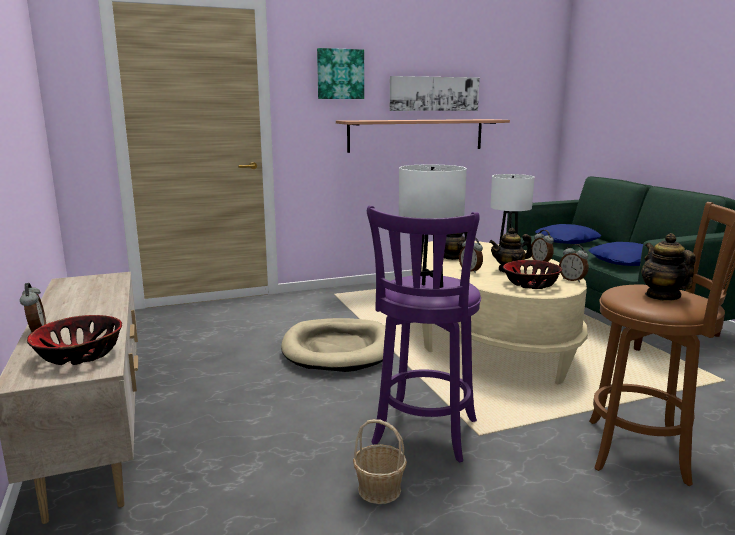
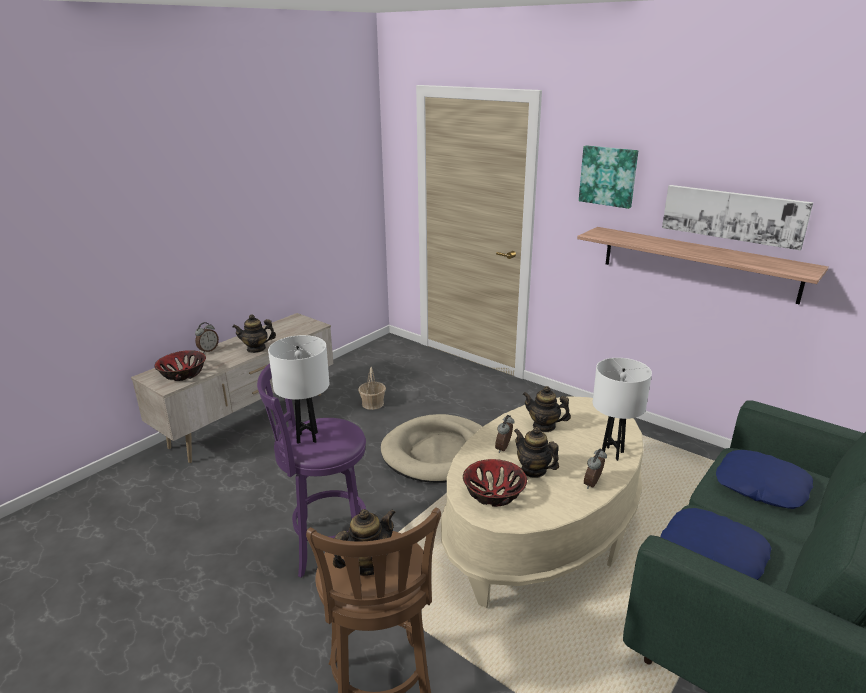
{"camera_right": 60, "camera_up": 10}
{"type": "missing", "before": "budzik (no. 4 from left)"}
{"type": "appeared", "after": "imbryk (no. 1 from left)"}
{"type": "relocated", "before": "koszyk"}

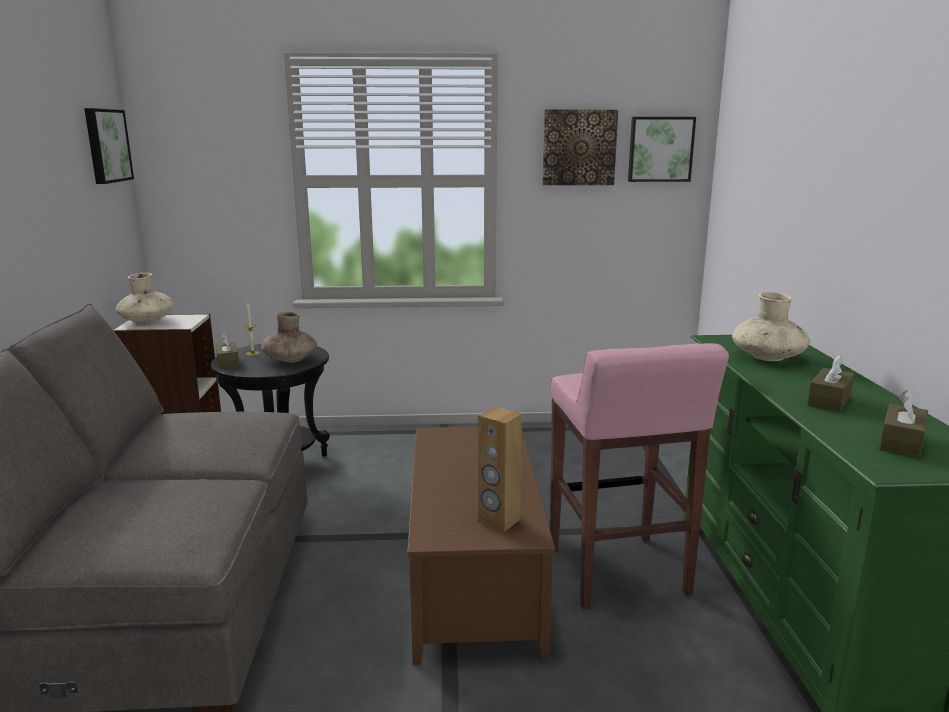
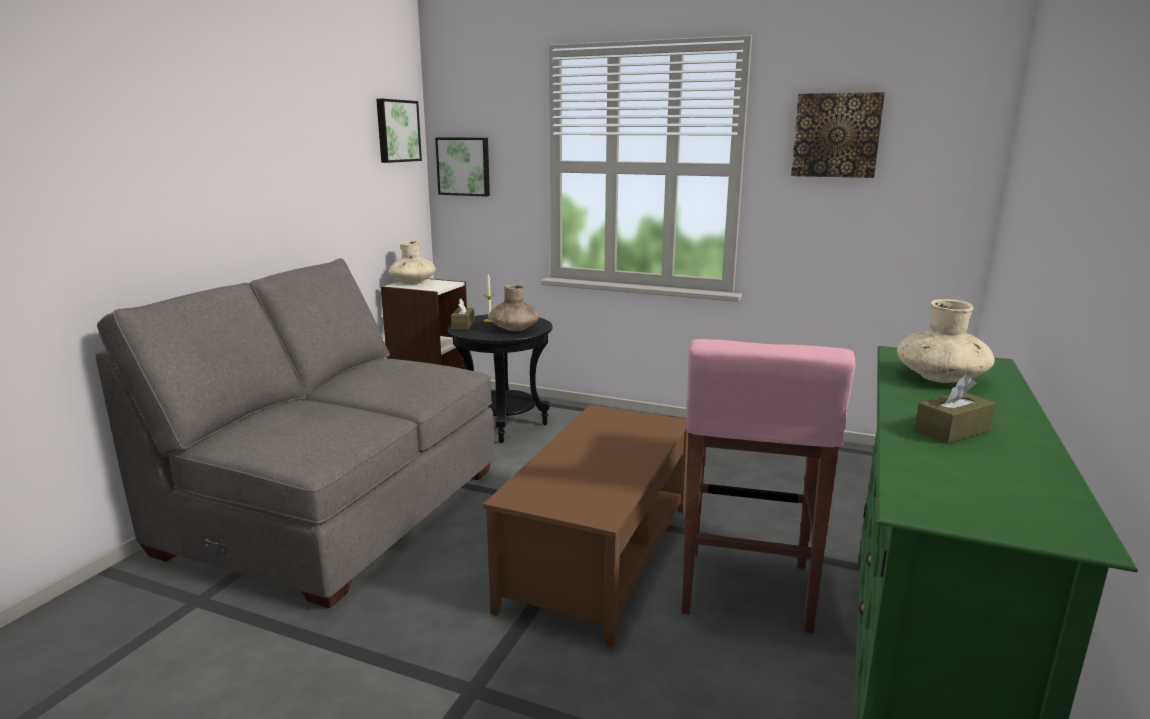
{"camera_right": 25, "camera_up": 0}
{"type": "missing", "before": "głośnik/brązowy"}
{"type": "missing", "before": "pudełko chusteczek/brązowy (no. 3 from left)"}
{"type": "relocated", "before": "obraz (no. 3 from left in the first image)", "after": "obraz (no. 2 from left)"}

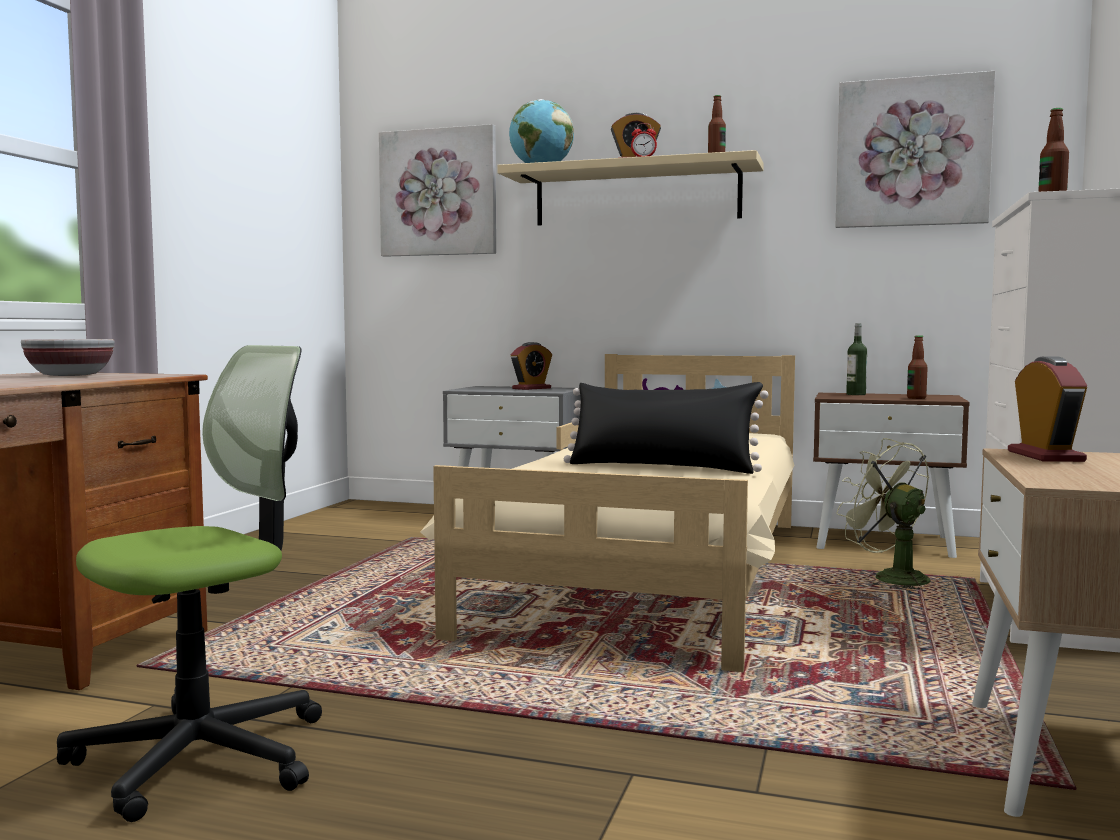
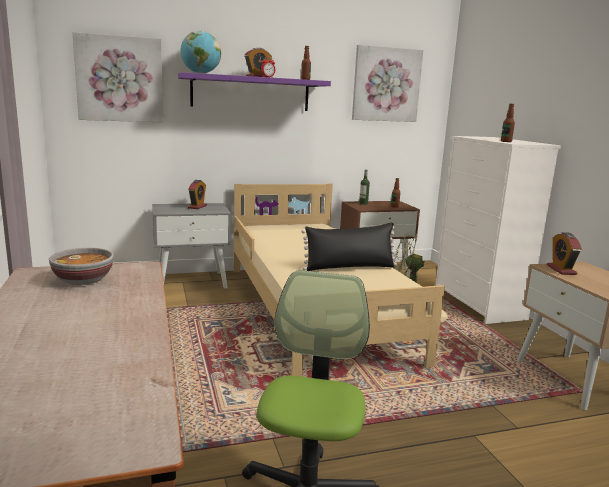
{"camera_right": -35, "camera_up": 10}
{"type": "colour", "before": "półka/beżowy", "after": "półka/fioletowy"}
{"type": "spun", "before": "budzik (no. 4 from left)", "turn": -150}

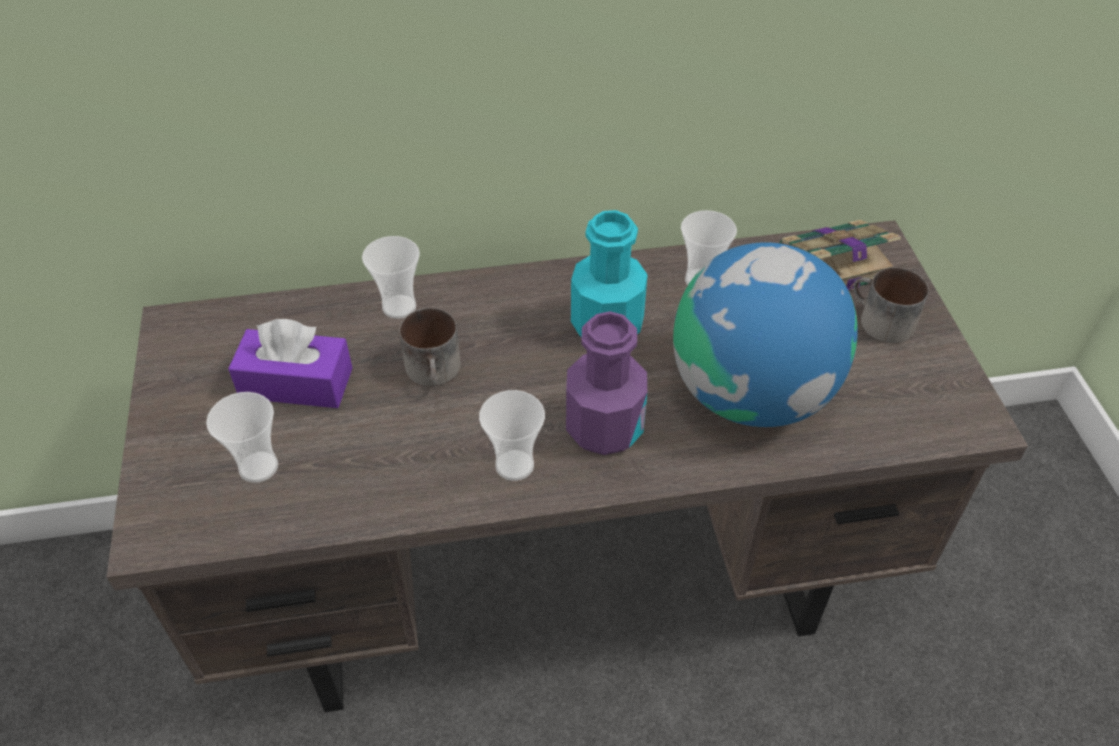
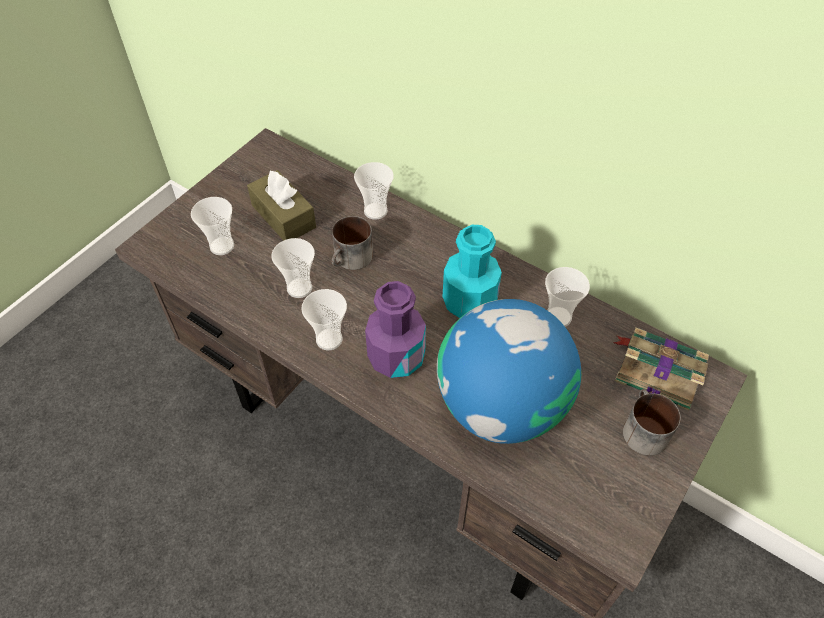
{"camera_right": 45, "camera_up": 5}
{"type": "appeared", "after": "filiżanka (no. 2 from left)"}
{"type": "colour", "before": "pudełko chusteczek/fioletowy", "after": "pudełko chusteczek/brązowy"}

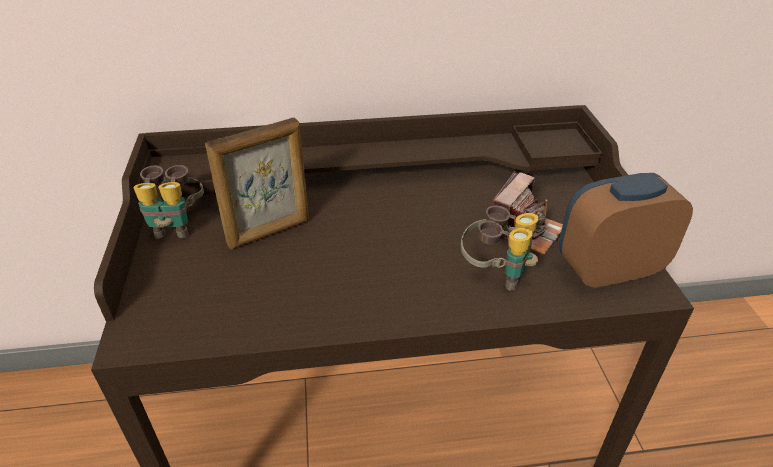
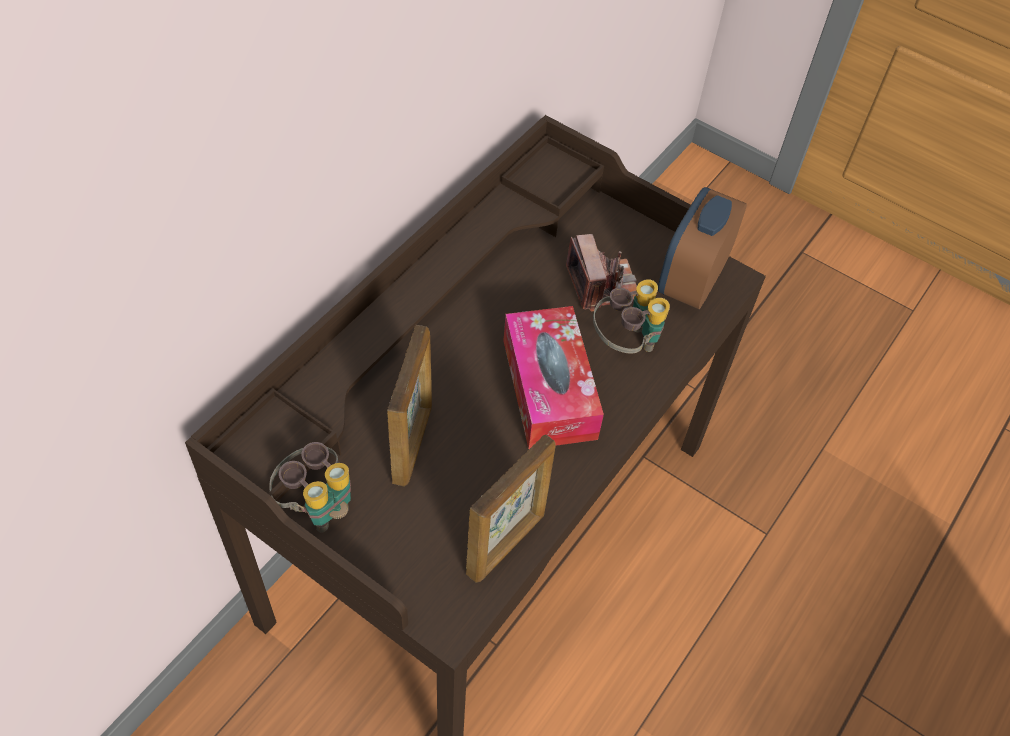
{"camera_right": -50, "camera_up": 15}
{"type": "appeared", "after": "ramka na zdjęcie (no. 2 from left)"}
{"type": "appeared", "after": "pudełko chusteczek"}

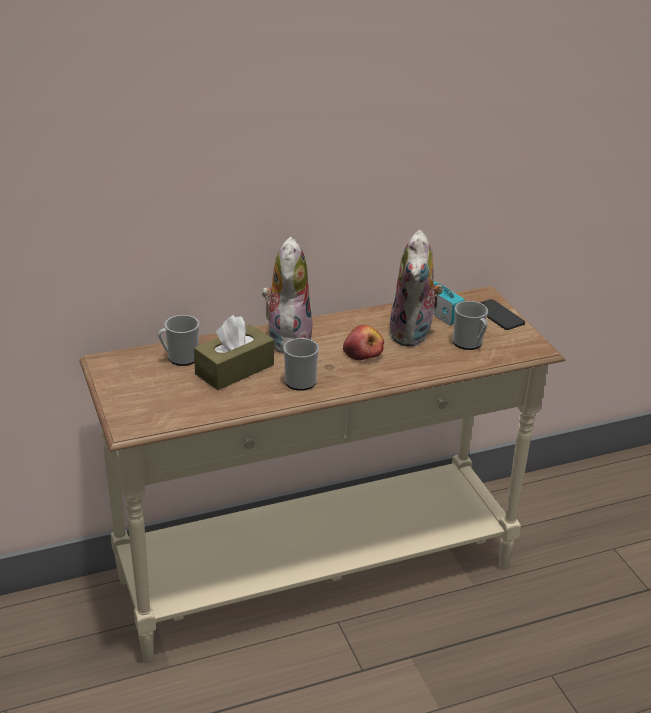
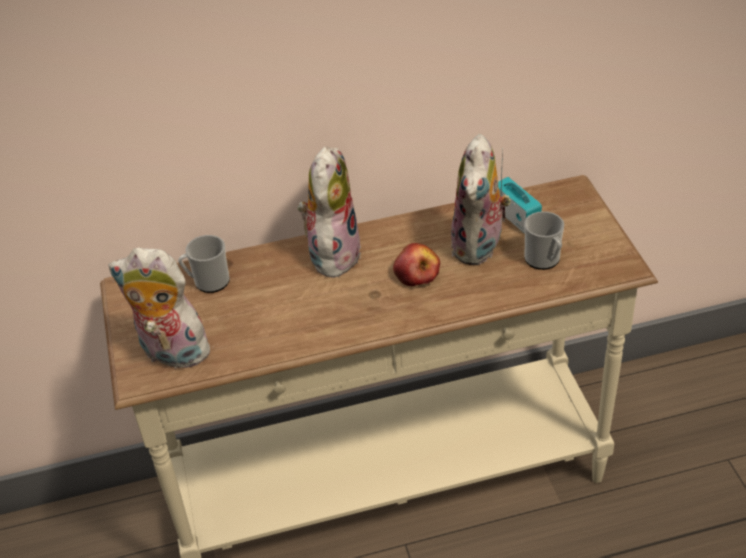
{"camera_right": 10, "camera_up": 10}
{"type": "missing", "before": "pudełko chusteczek/brązowy"}
{"type": "missing", "before": "kubek (no. 2 from left)"}
{"type": "missing", "before": "telefon"}
{"type": "appeared", "after": "pluszak (no. 1 from left)"}

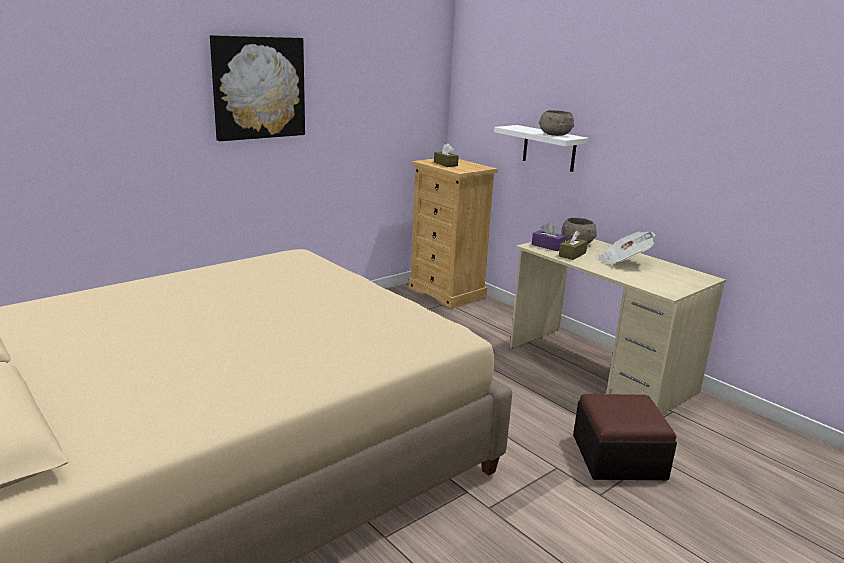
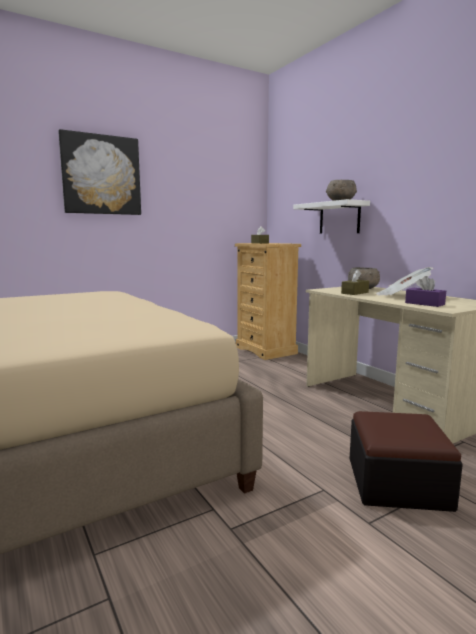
{"camera_right": 10, "camera_up": -10}
{"type": "relocated", "before": "pudełko chusteczek/fioletowy"}

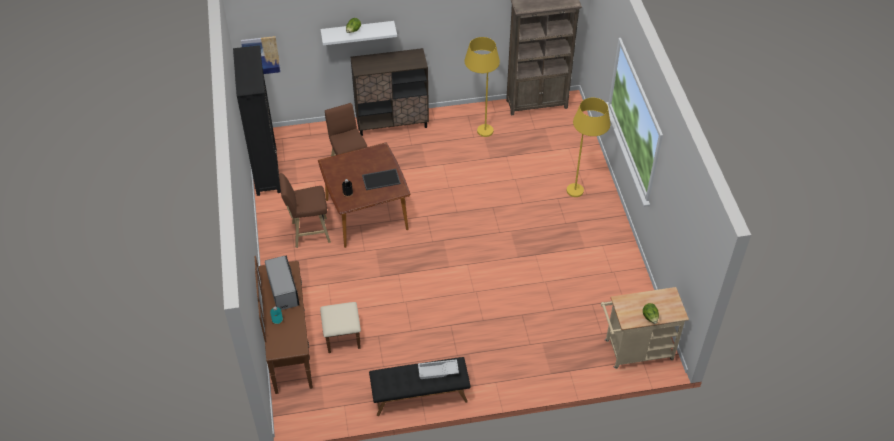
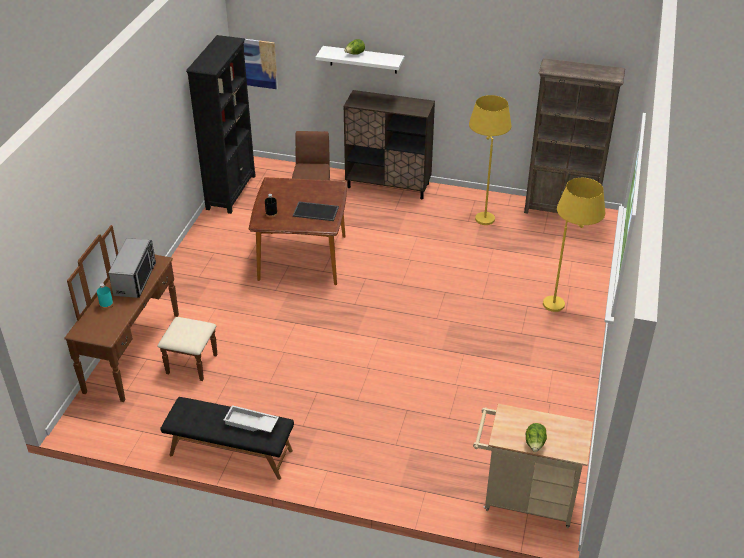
{"camera_right": 25, "camera_up": -10}
{"type": "missing", "before": "stołek/brązowy (no. 1 from left)"}

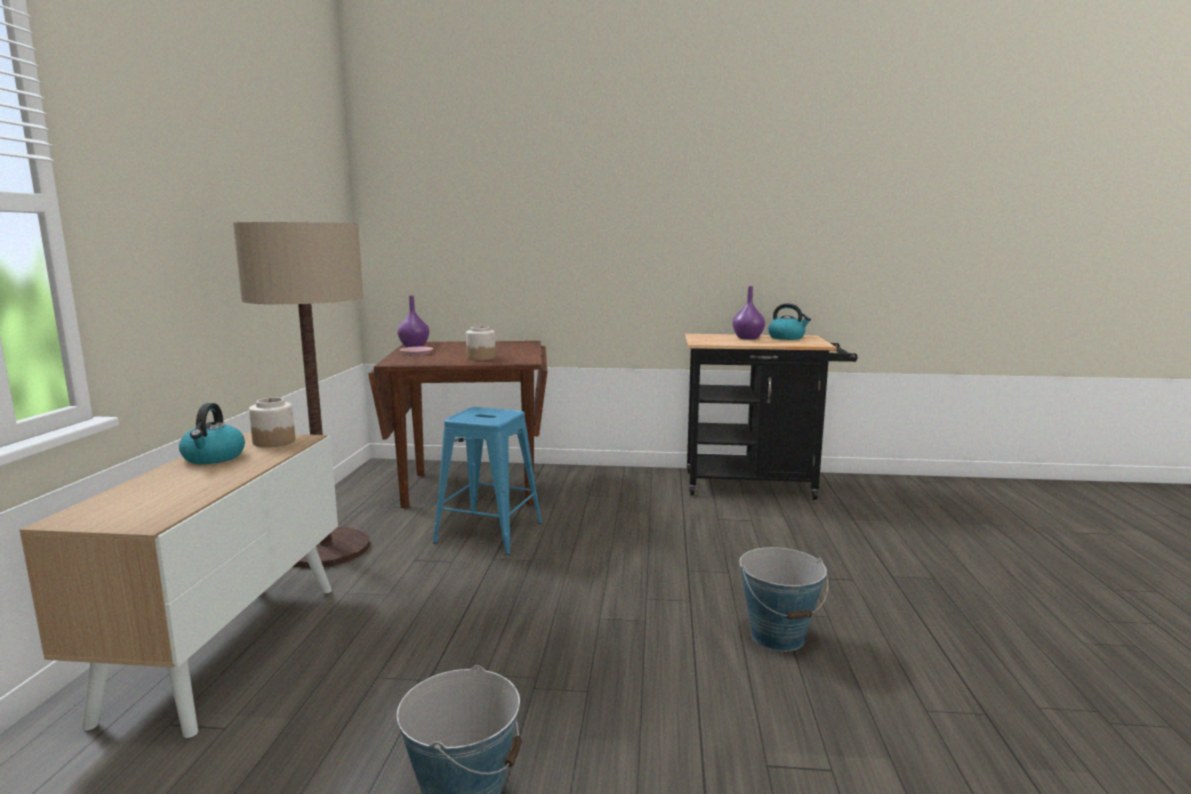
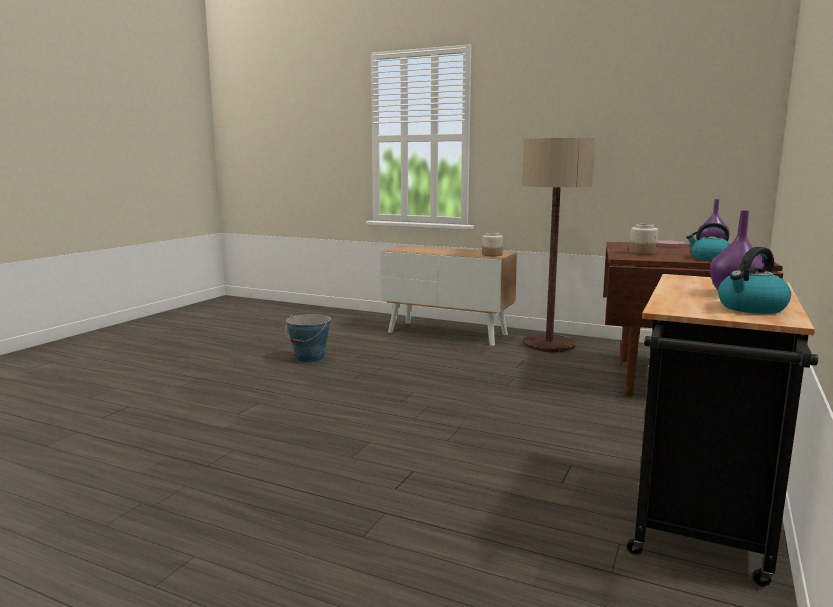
{"camera_right": 110, "camera_up": 0}
{"type": "missing", "before": "stołek/niebieski"}
{"type": "missing", "before": "wiadro (no. 2 from left)"}
{"type": "relocated", "before": "czajnik (no. 1 from left)"}

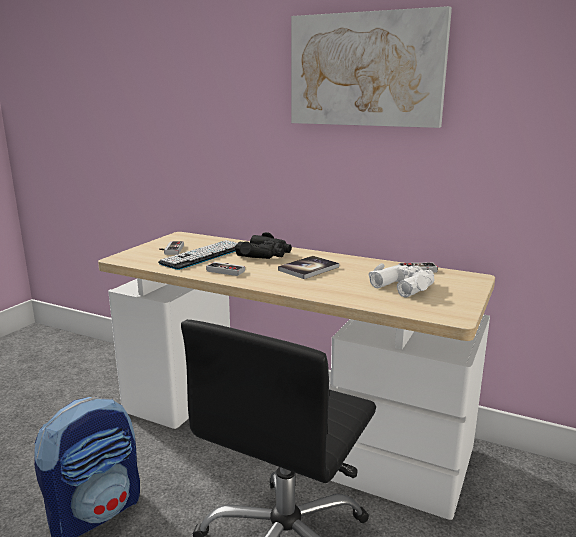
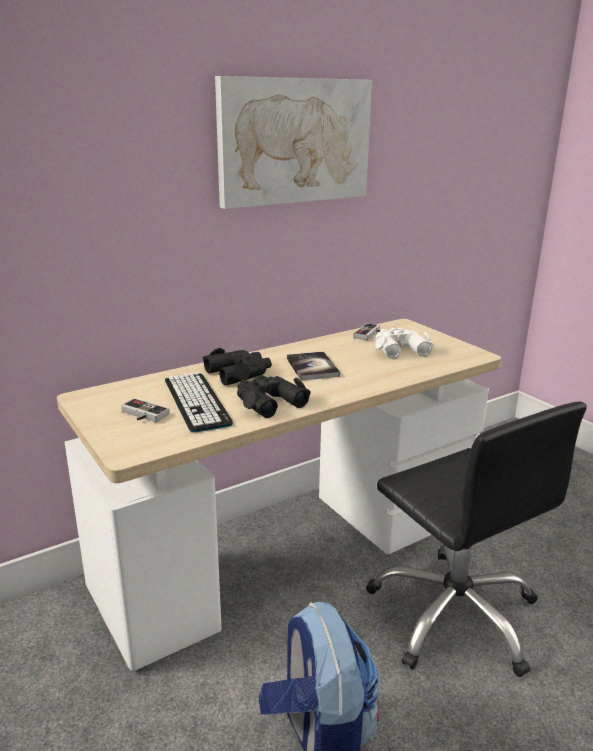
{"camera_right": -60, "camera_up": 5}
{"type": "exchanged", "before": "pad do gier (no. 2 from left)", "after": "lornetka/czarny (no. 2 from left)"}

